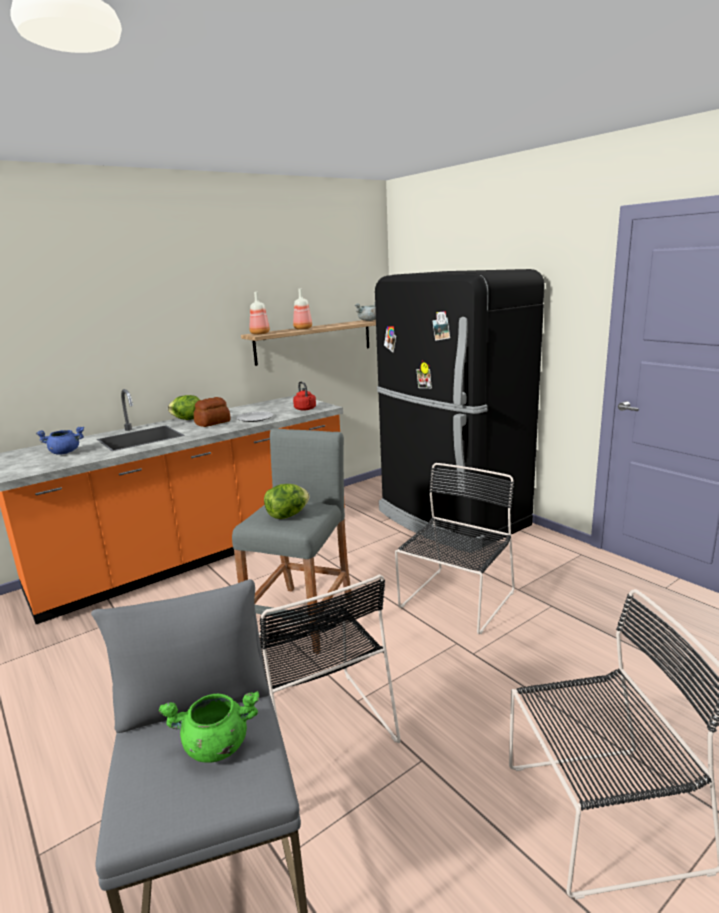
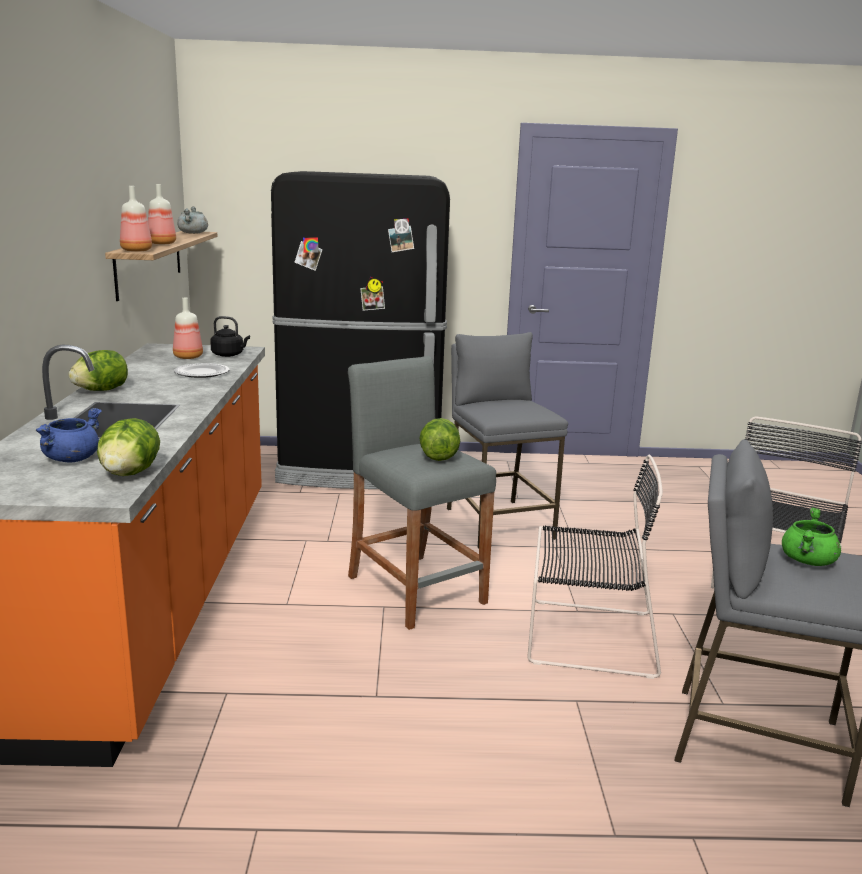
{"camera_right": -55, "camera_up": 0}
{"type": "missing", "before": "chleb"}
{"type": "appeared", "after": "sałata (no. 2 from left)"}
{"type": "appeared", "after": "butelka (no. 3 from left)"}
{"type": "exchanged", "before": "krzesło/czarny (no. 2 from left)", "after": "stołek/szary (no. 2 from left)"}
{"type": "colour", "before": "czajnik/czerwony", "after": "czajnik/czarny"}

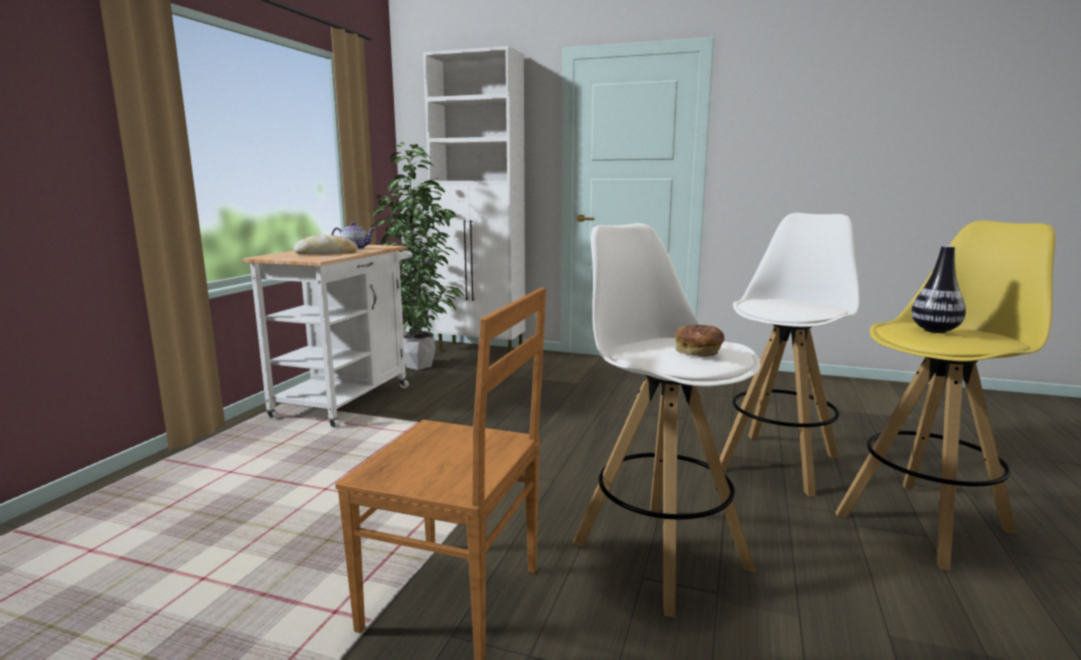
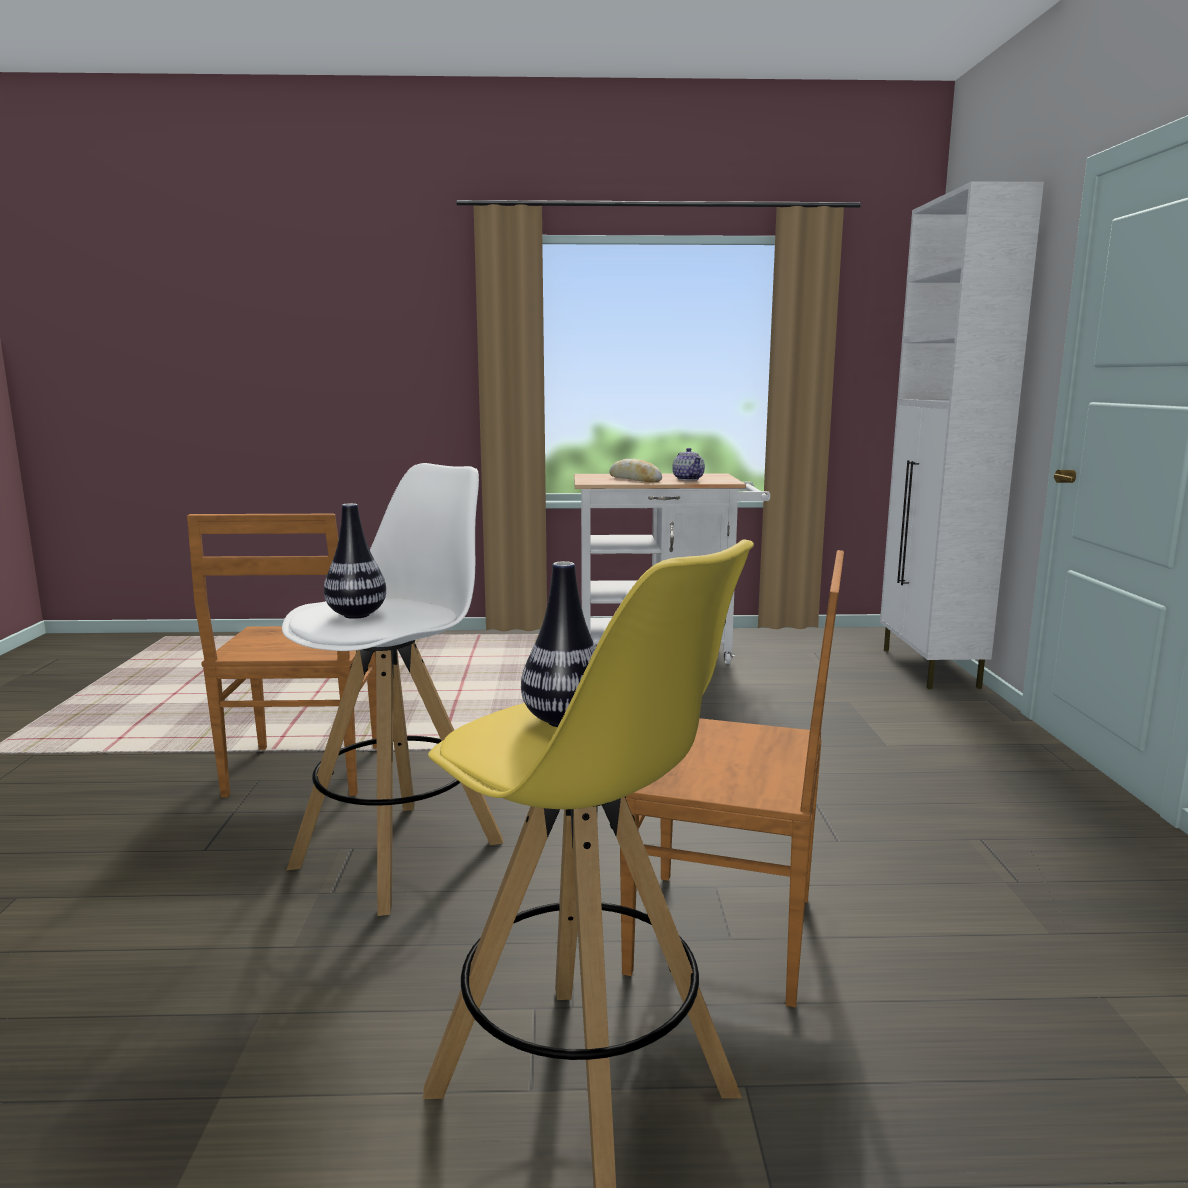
{"camera_right": 70, "camera_up": 0}
{"type": "missing", "before": "roślina doniczkowa"}
{"type": "exchanged", "before": "chleb (no. 2 from left)", "after": "wazon (no. 1 from left)"}
{"type": "exchanged", "before": "stołek/biały (no. 2 from left)", "after": "krzesło/brązowy (no. 2 from left)"}

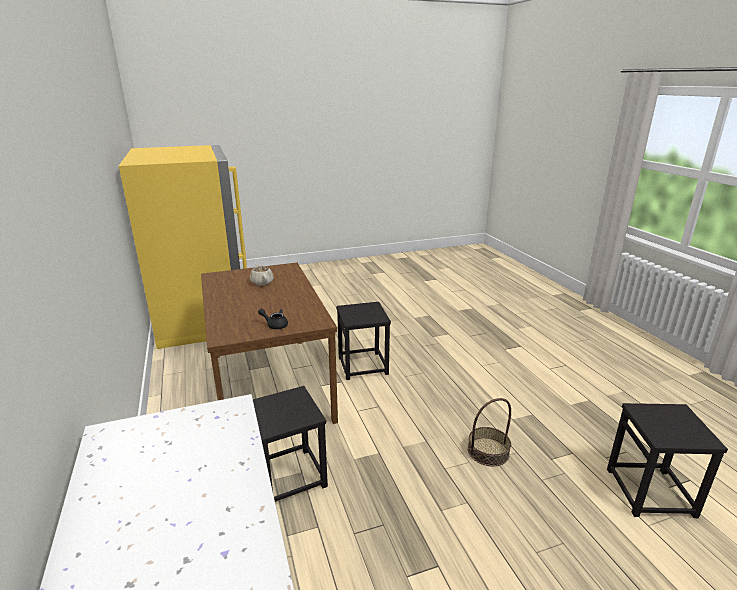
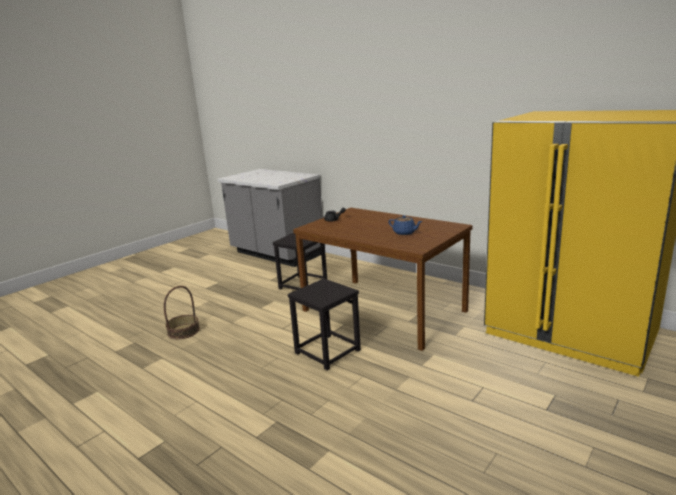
{"camera_right": 150, "camera_up": -5}
{"type": "missing", "before": "stołek/czarny (no. 3 from left)"}
{"type": "colour", "before": "imbryk/beżowy", "after": "imbryk/niebieski"}

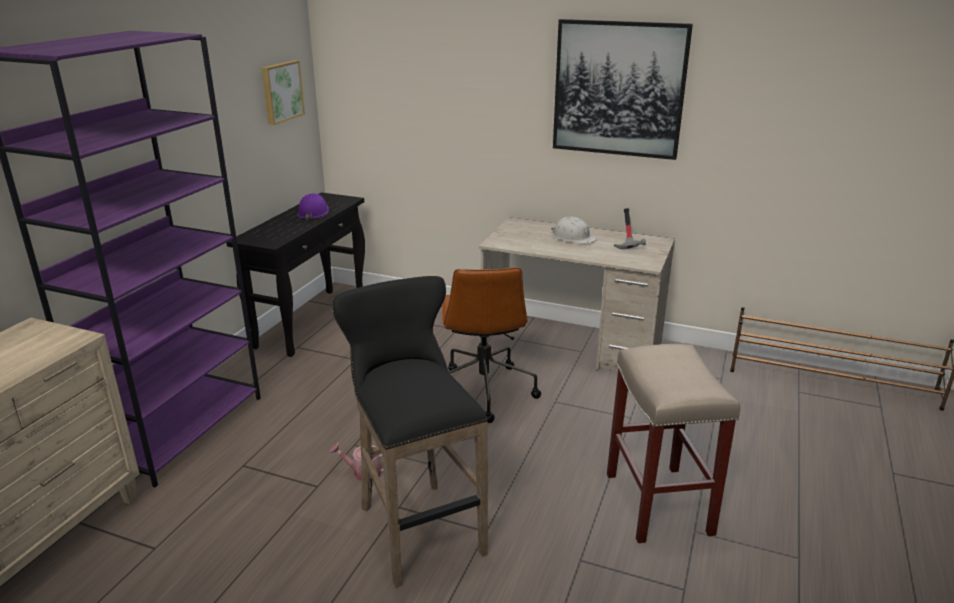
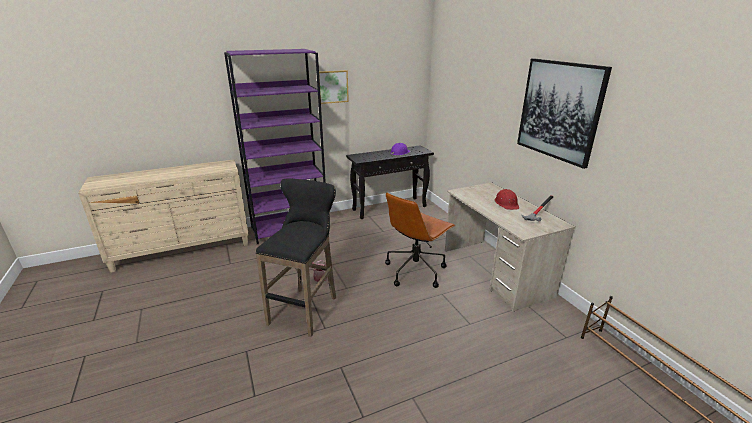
{"camera_right": 45, "camera_up": 0}
{"type": "missing", "before": "stołek/beżowy"}
{"type": "relocated", "before": "obraz (no. 1 from left)"}
{"type": "colour", "before": "kask/biały", "after": "kask/czerwony"}

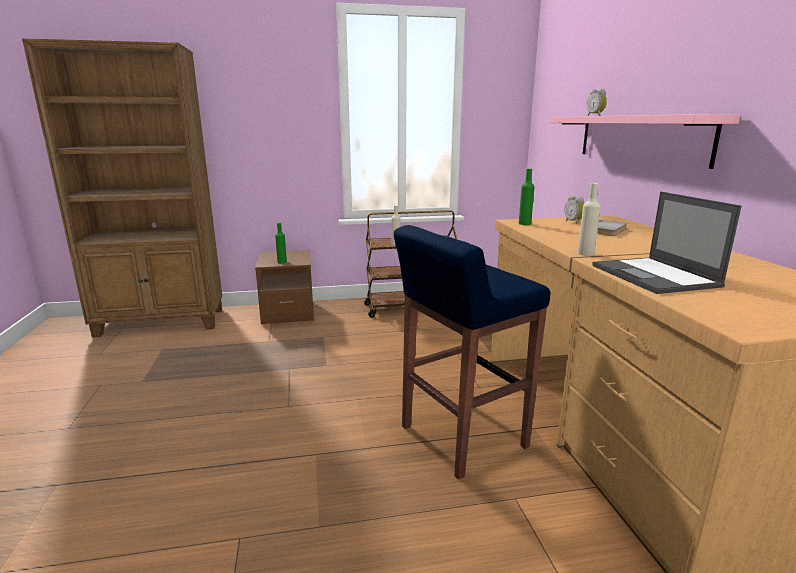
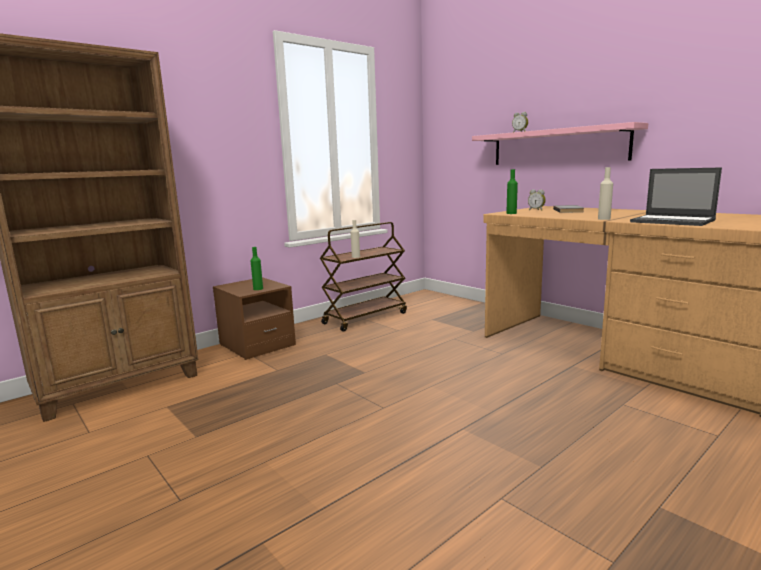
{"camera_right": -30, "camera_up": -5}
{"type": "missing", "before": "stołek/niebieski"}

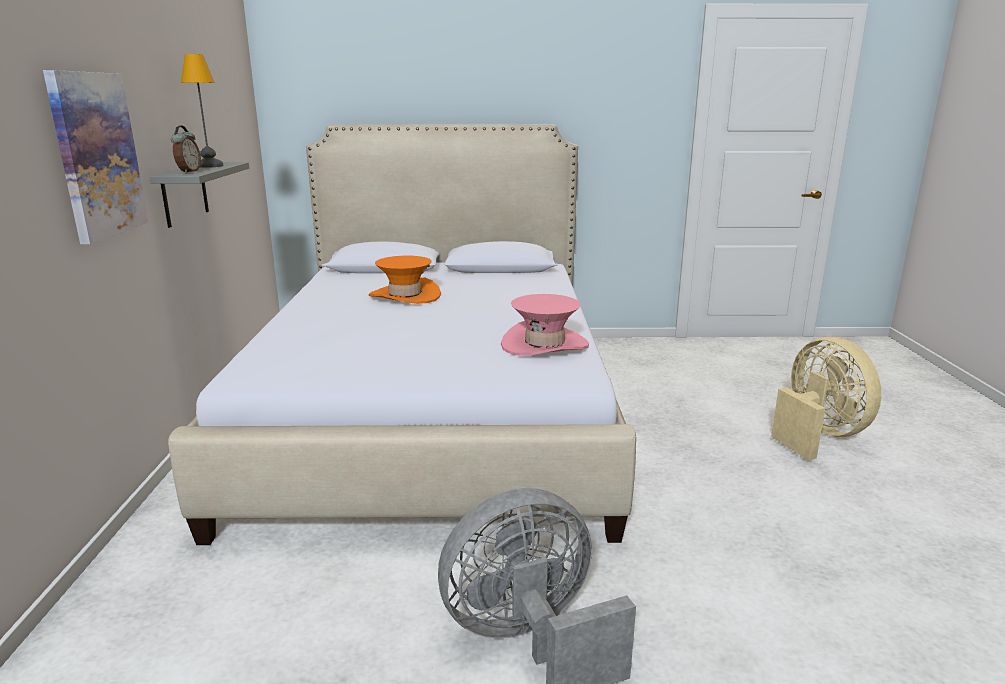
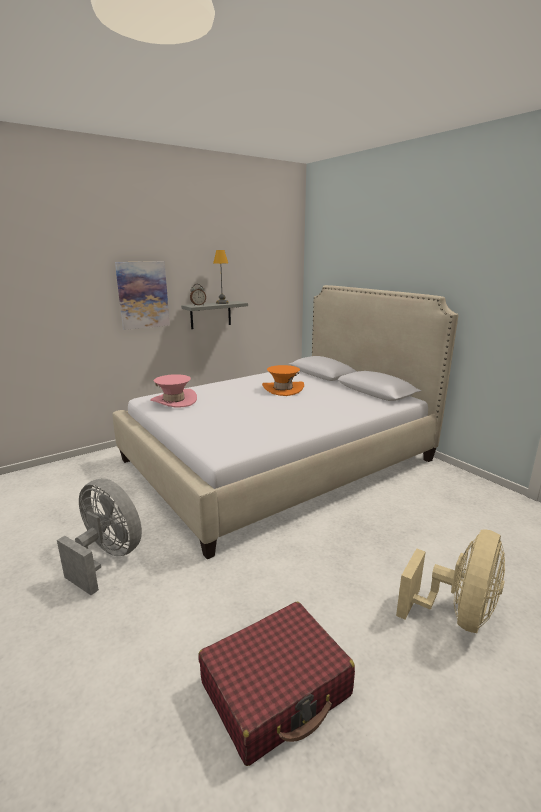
{"camera_right": 55, "camera_up": 0}
{"type": "appeared", "after": "walizka/czerwony"}
{"type": "relocated", "before": "kapelusz/różowy"}

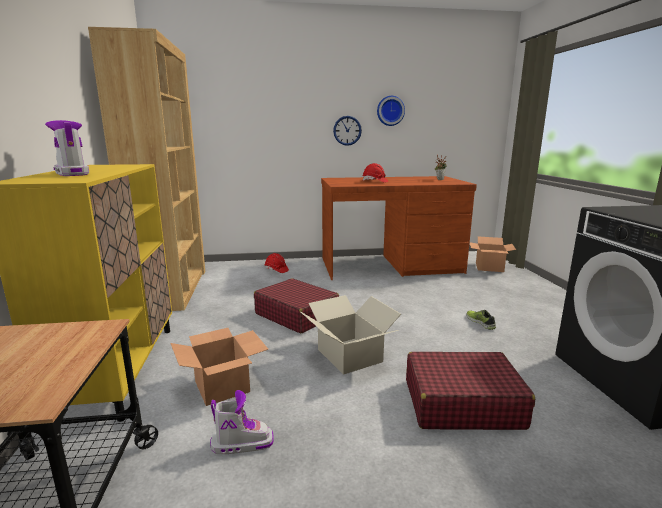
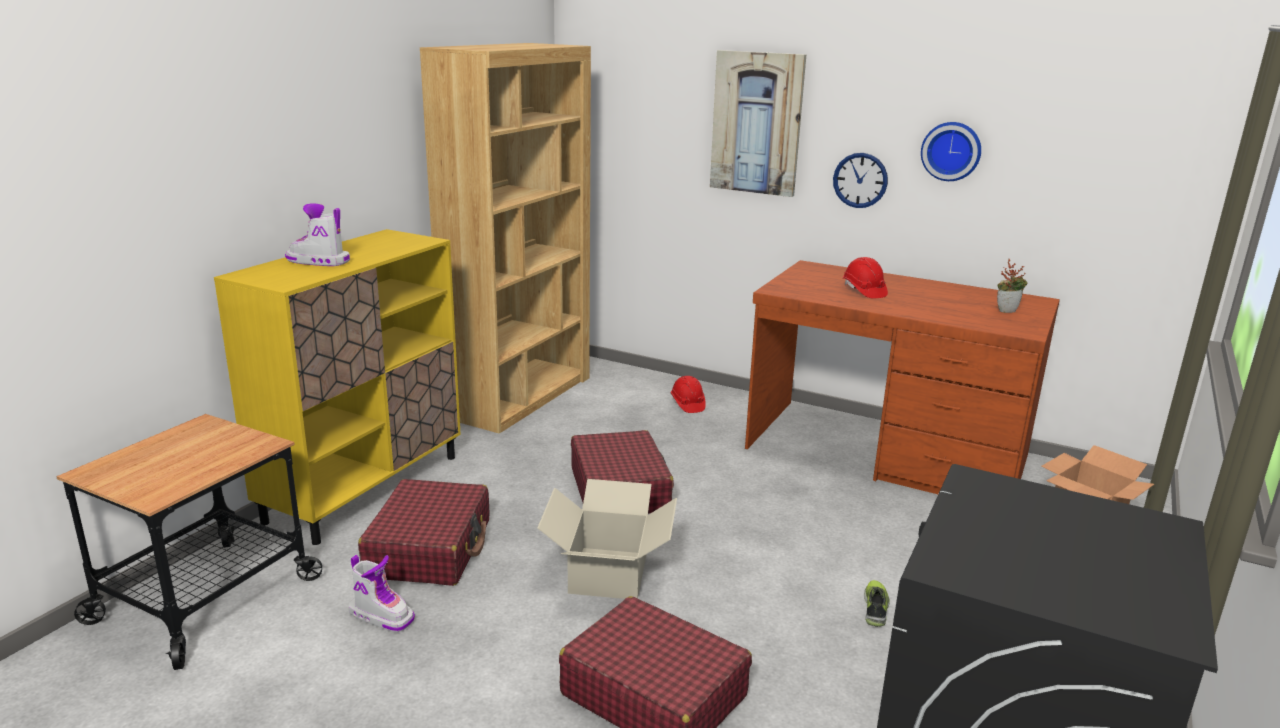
{"camera_right": 35, "camera_up": 5}
{"type": "appeared", "after": "obraz"}
{"type": "exchanged", "before": "karton (no. 1 from left)", "after": "walizka/czerwony (no. 1 from left)"}
{"type": "spun", "before": "but z cholewką (no. 1 from left)", "turn": -75}

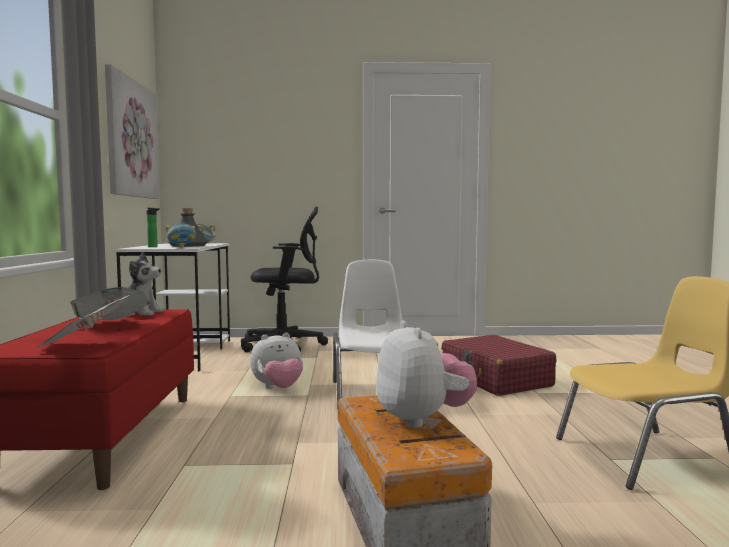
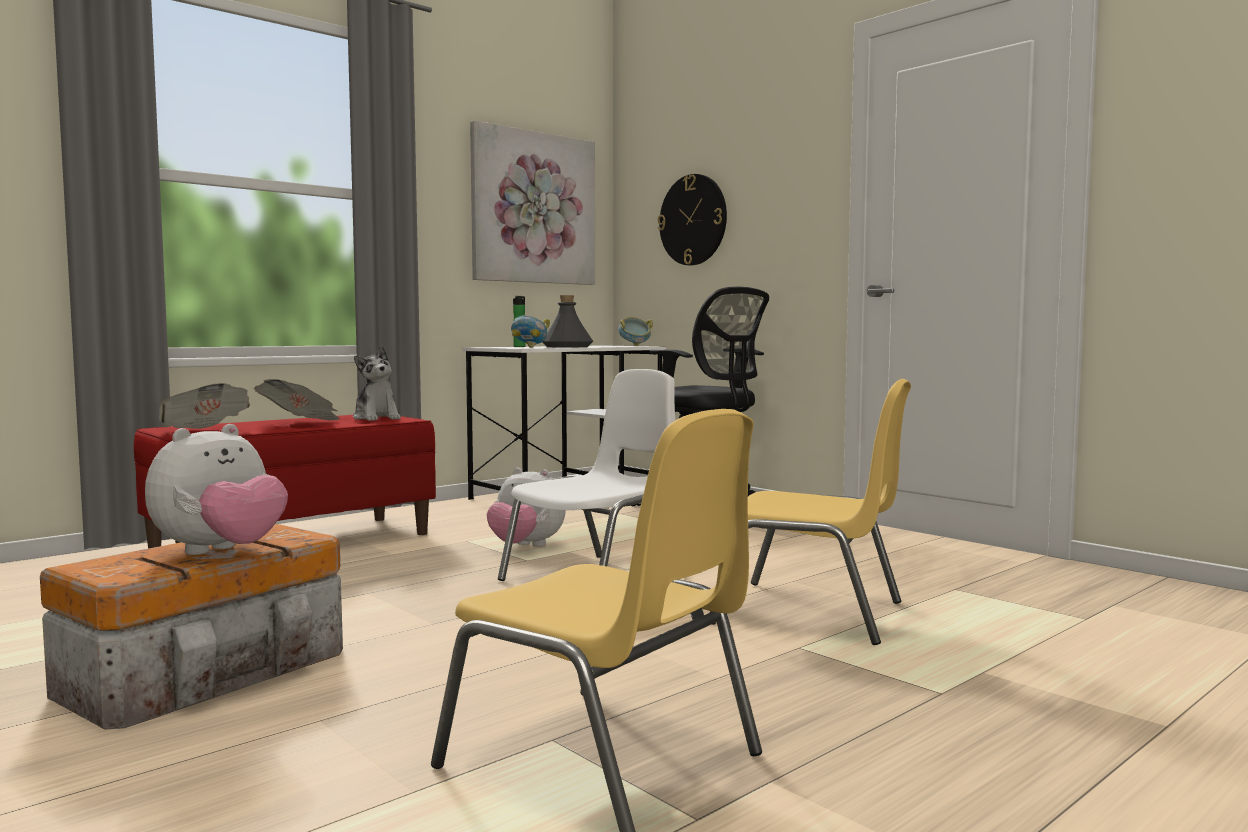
{"camera_right": 50, "camera_up": 0}
{"type": "appeared", "after": "zegar ścienny"}
{"type": "exchanged", "before": "walizka/czerwony", "after": "krzesło/żółty (no. 2 from left)"}

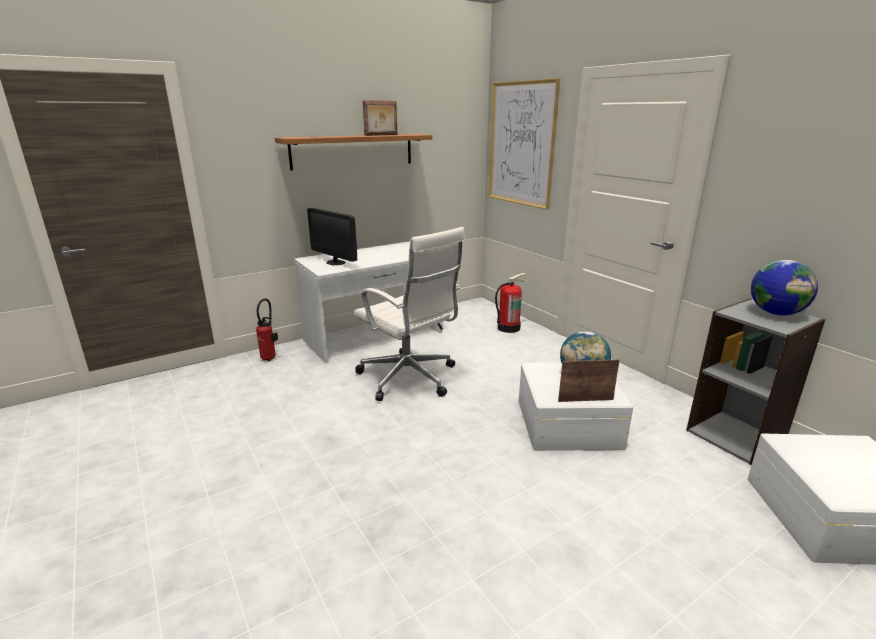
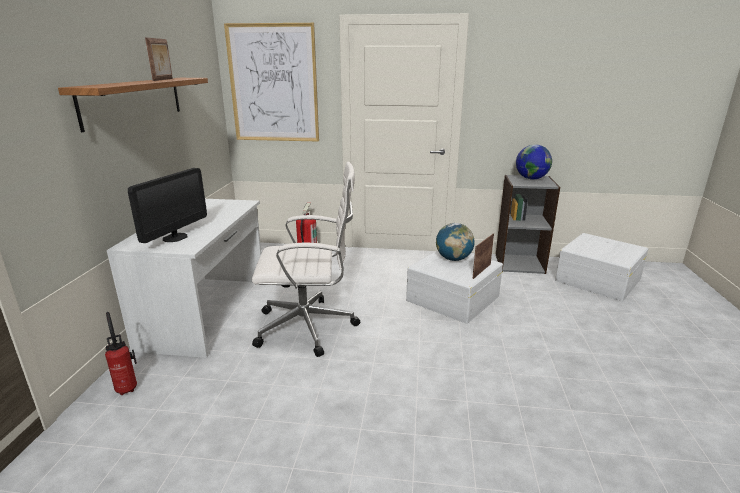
{"camera_right": -50, "camera_up": 0}
{"type": "spun", "before": "monitor", "turn": -60}

